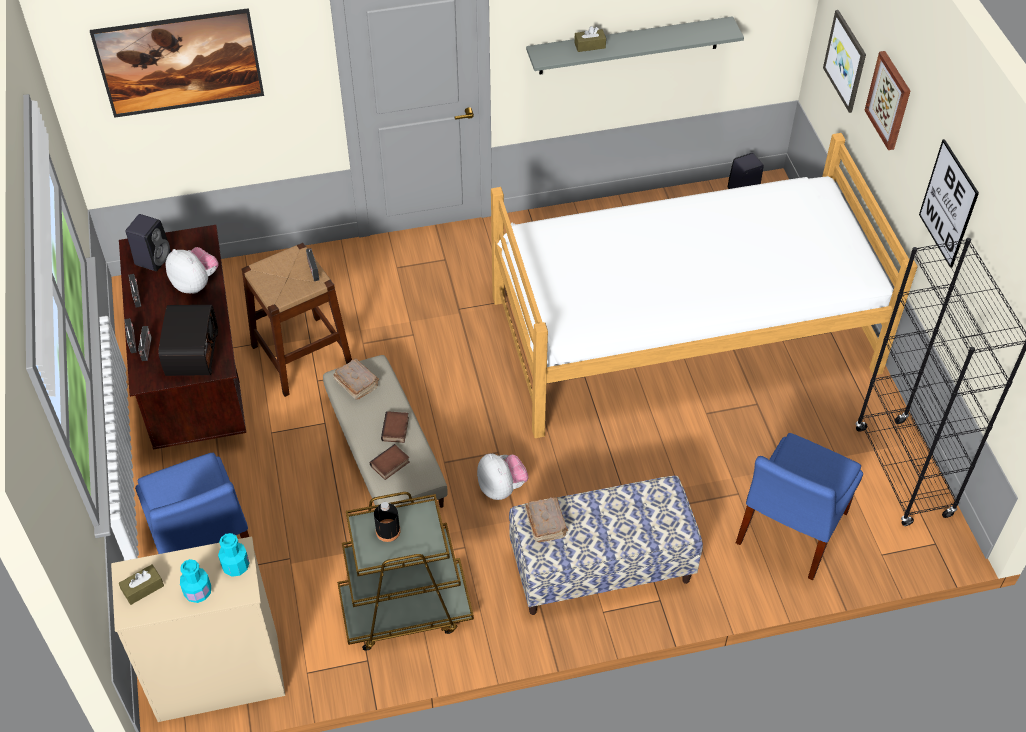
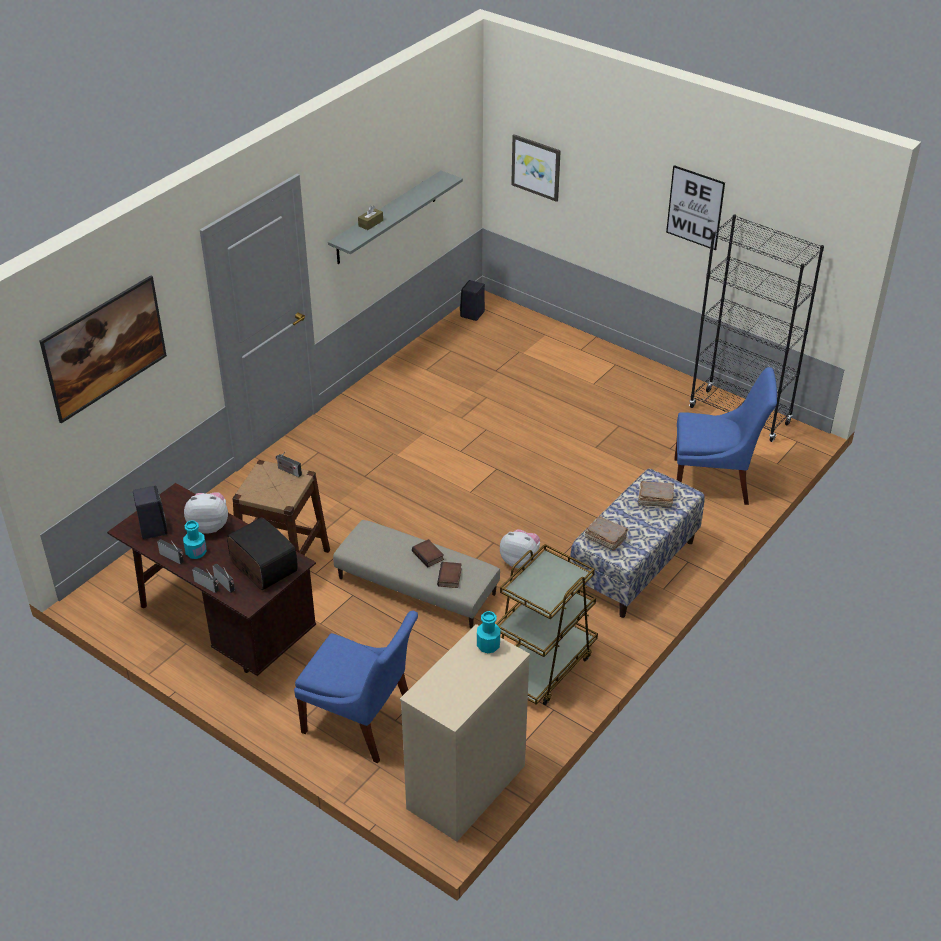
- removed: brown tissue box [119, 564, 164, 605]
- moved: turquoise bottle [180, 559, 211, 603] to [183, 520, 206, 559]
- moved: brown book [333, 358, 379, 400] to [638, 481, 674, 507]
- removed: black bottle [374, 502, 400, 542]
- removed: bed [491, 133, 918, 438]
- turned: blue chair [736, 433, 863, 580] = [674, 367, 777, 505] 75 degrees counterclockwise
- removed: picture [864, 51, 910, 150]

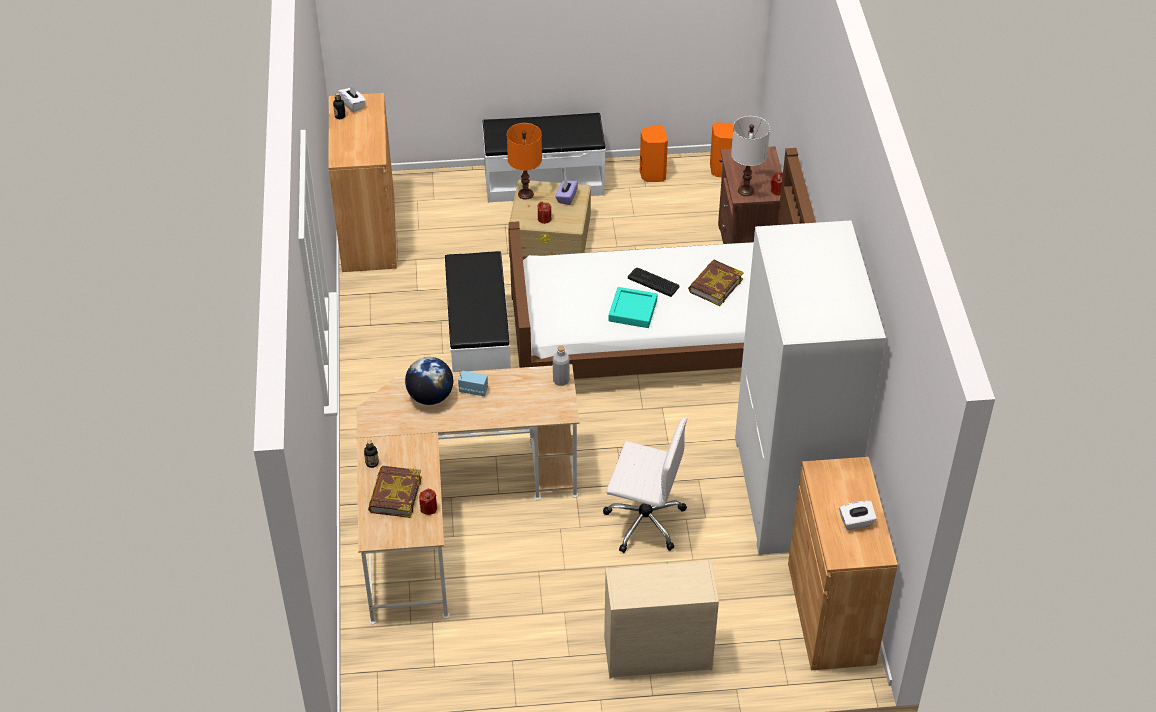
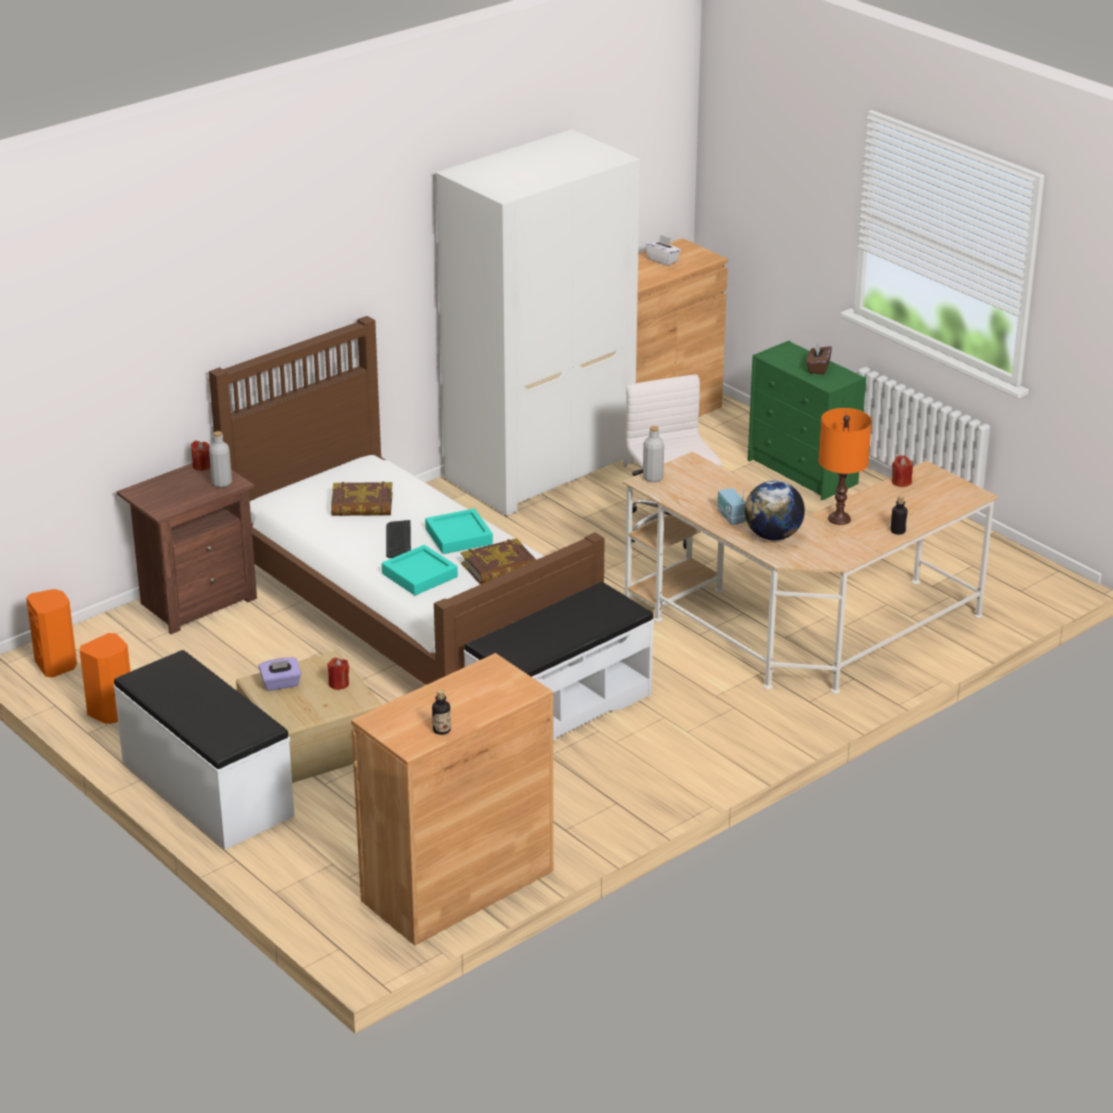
- removed: white tissue box [338, 86, 366, 112]
- moved: book [368, 466, 422, 518] to [461, 538, 536, 584]
- moved: orange table lamp [507, 123, 542, 200] to [819, 408, 872, 525]
- recoloured: beige dresser [604, 560, 719, 678] to green dresser [748, 341, 866, 500]
- replaced: white table lamp [731, 116, 770, 196] to grey bottle [209, 431, 232, 488]
- added: turquoise tray [382, 545, 458, 595]
- added: brown tissue box [806, 343, 832, 375]

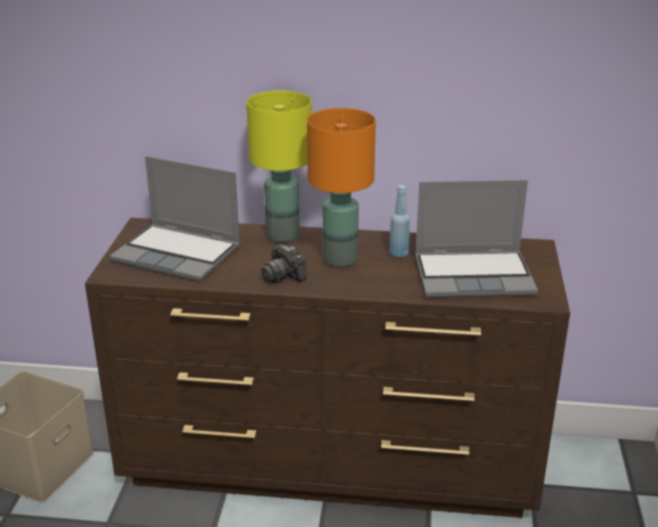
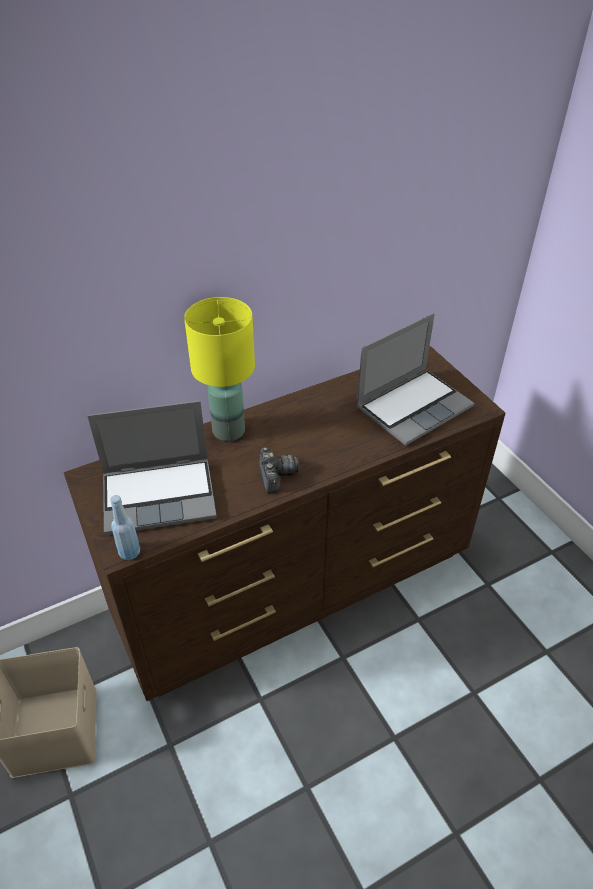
- turned: photo camera [261, 244, 307, 283] = [259, 447, 299, 493] 120 degrees counterclockwise
- removed: orange table lamp [307, 108, 376, 267]
- moved: blue bottle [389, 185, 410, 258] to [110, 495, 140, 560]

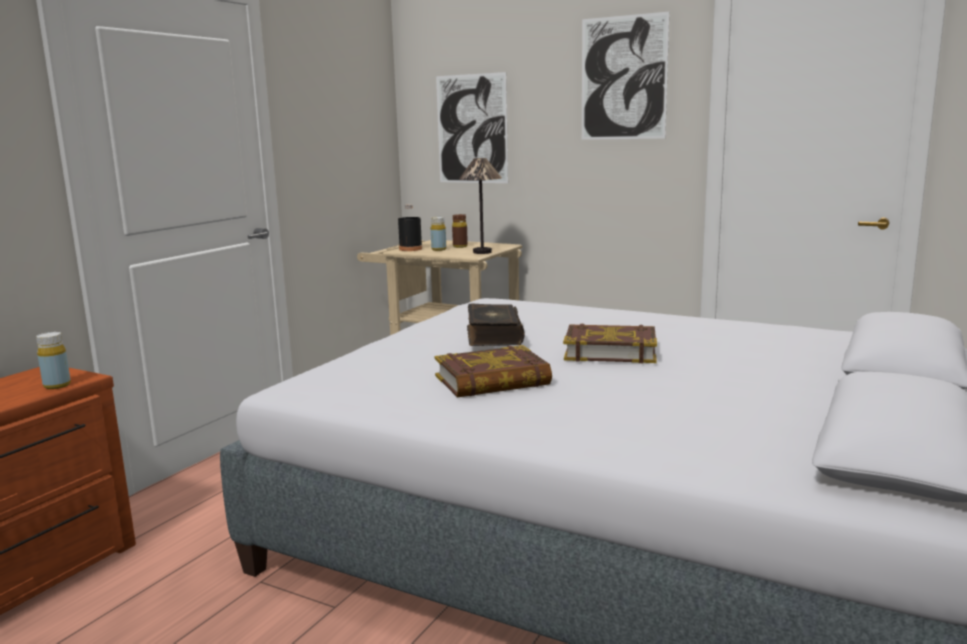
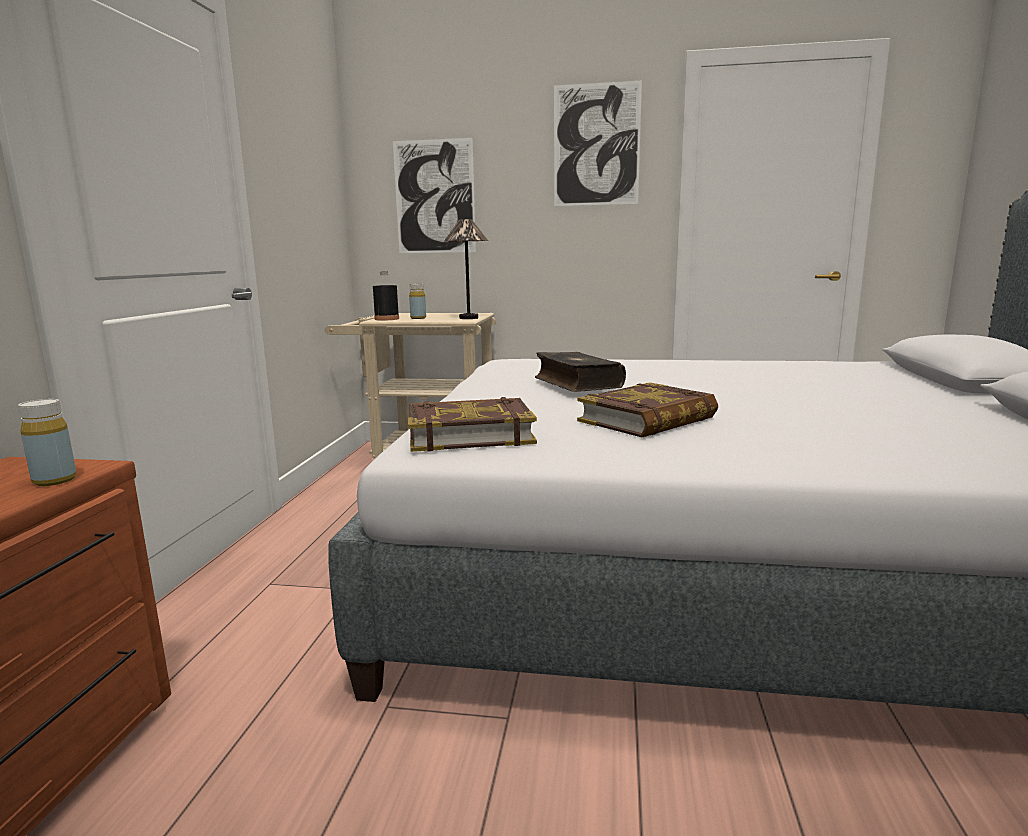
- removed: brown bottle [452, 214, 468, 248]
- moved: book [563, 324, 657, 363] to [408, 397, 537, 452]

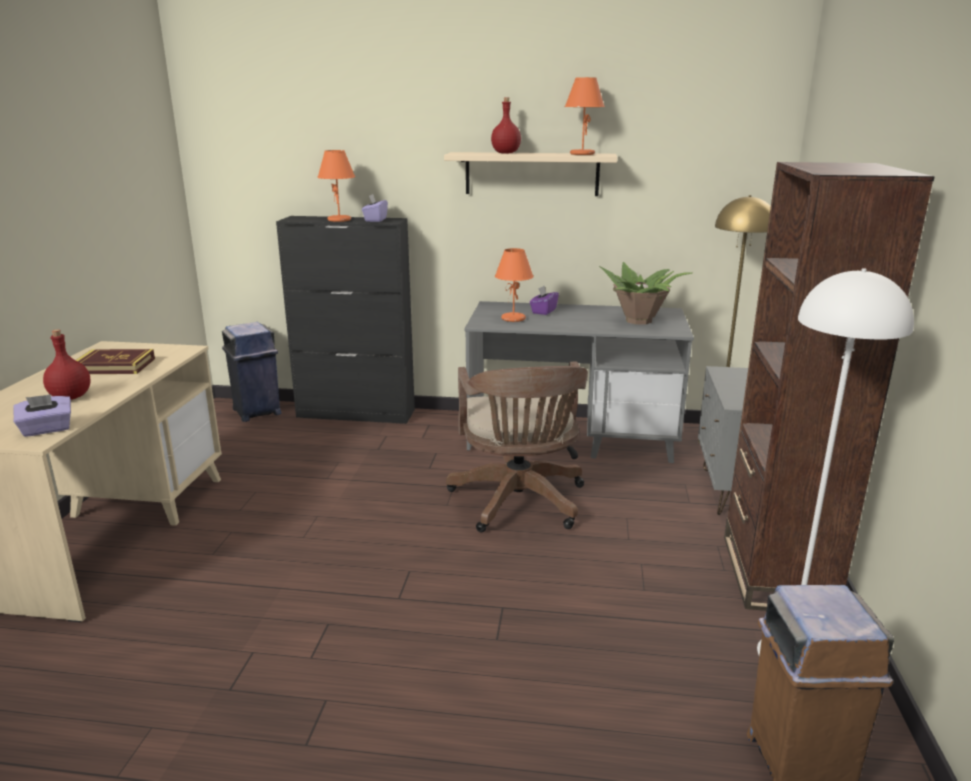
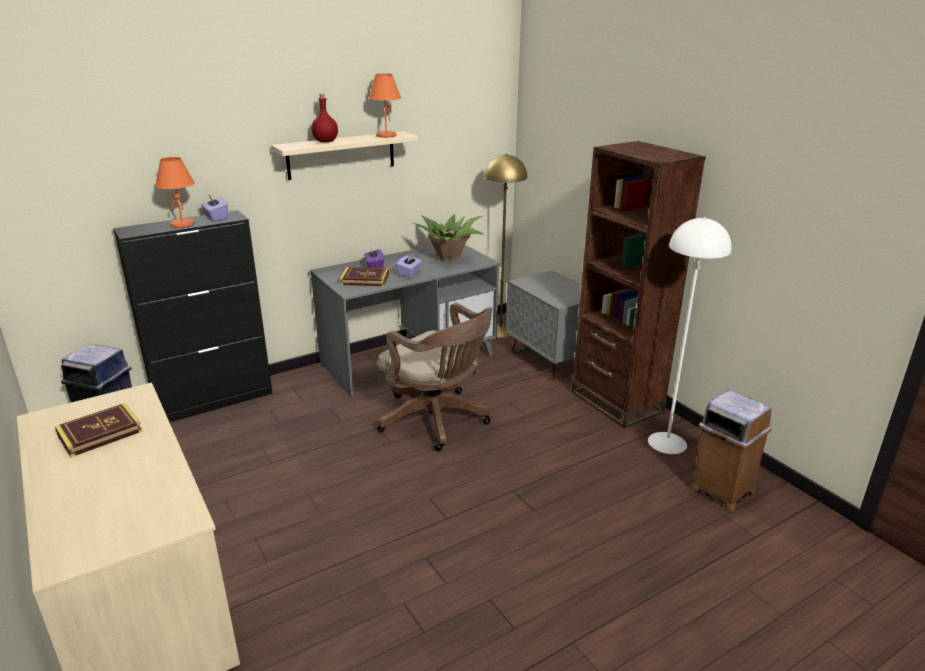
- moved: purple tissue box [14, 394, 71, 437] to [396, 254, 422, 278]
- removed: red bottle [43, 329, 91, 400]
- replaced: orange table lamp [495, 248, 534, 322] to book [340, 267, 389, 286]

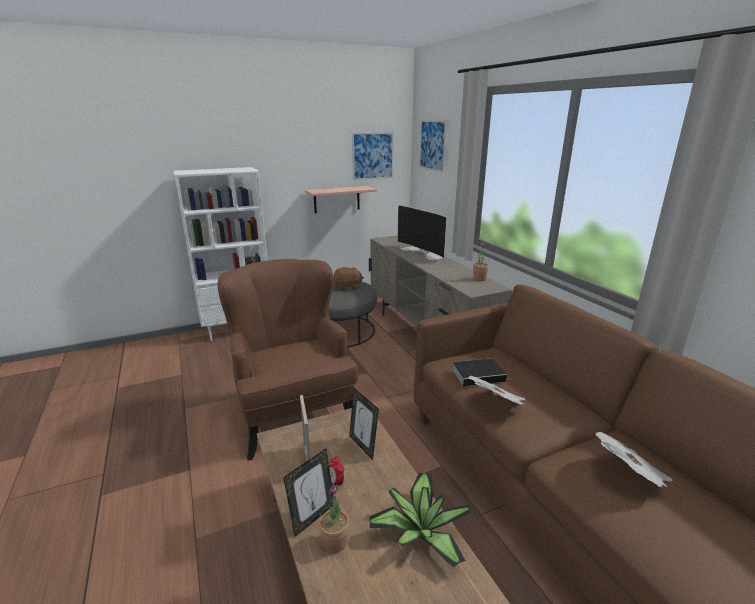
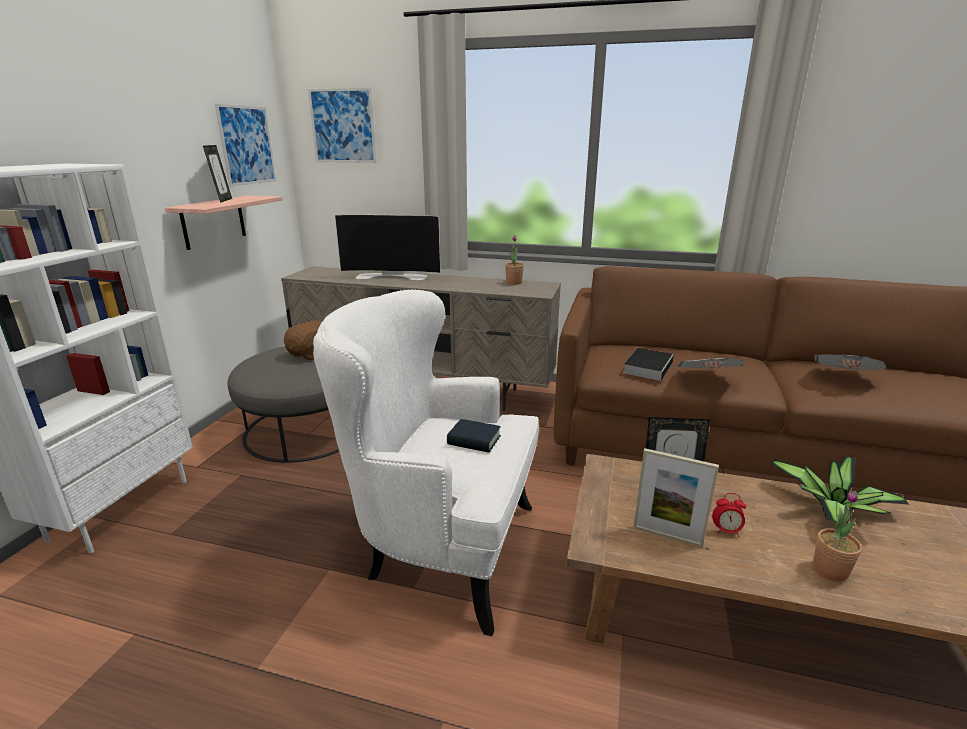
- recoloured: brown armchair [217, 259, 358, 461] to white armchair [313, 289, 539, 636]
- moved: picture frame [283, 449, 333, 537] to [203, 145, 232, 203]
- added: book [447, 419, 501, 453]

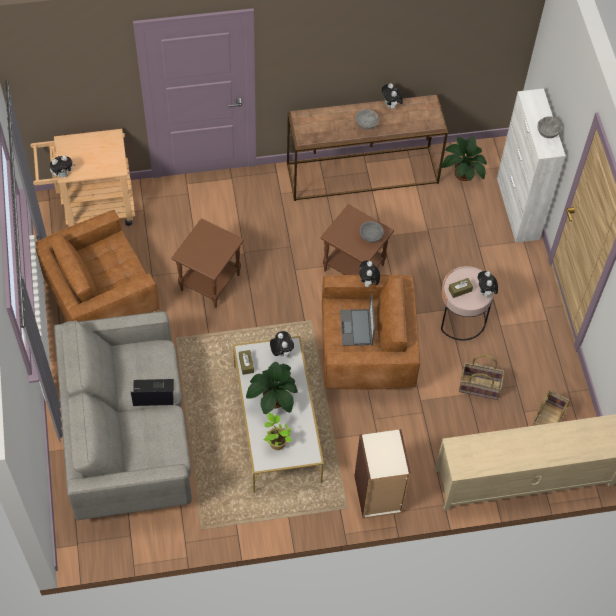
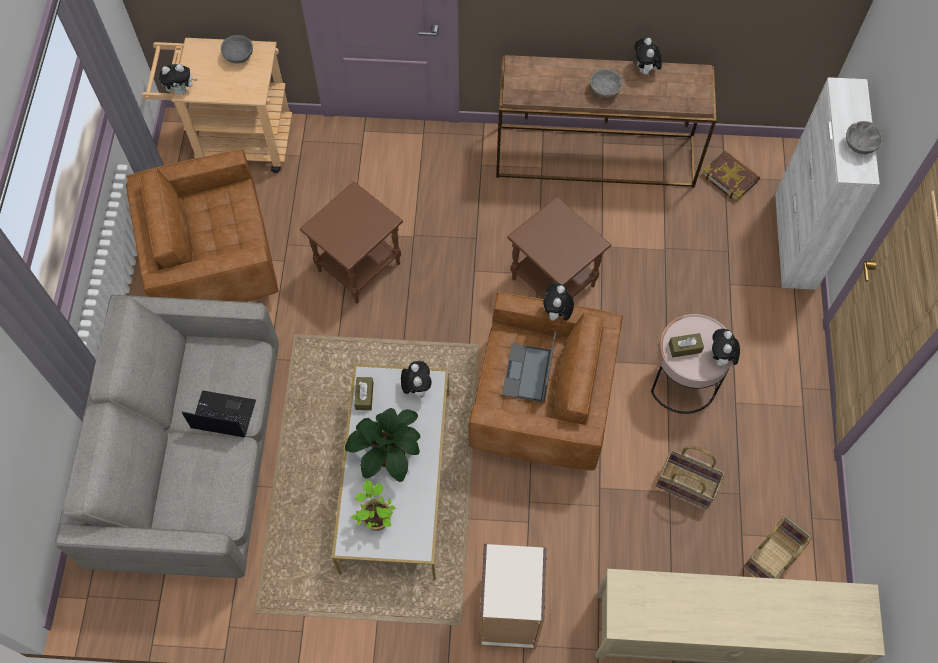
- moved: grey bowl [360, 221, 383, 243] to [221, 35, 253, 64]
- replaced: potted plant [442, 137, 487, 181] to book [702, 151, 760, 202]

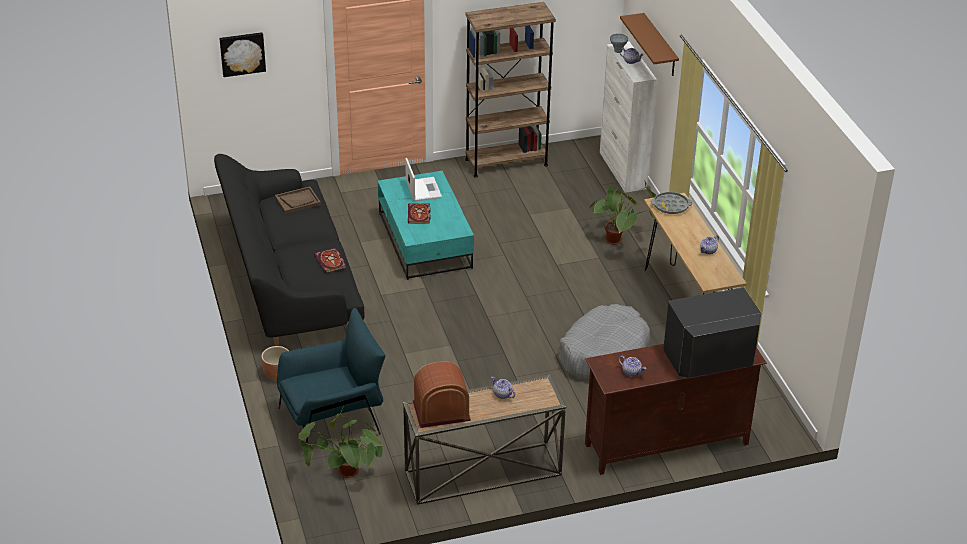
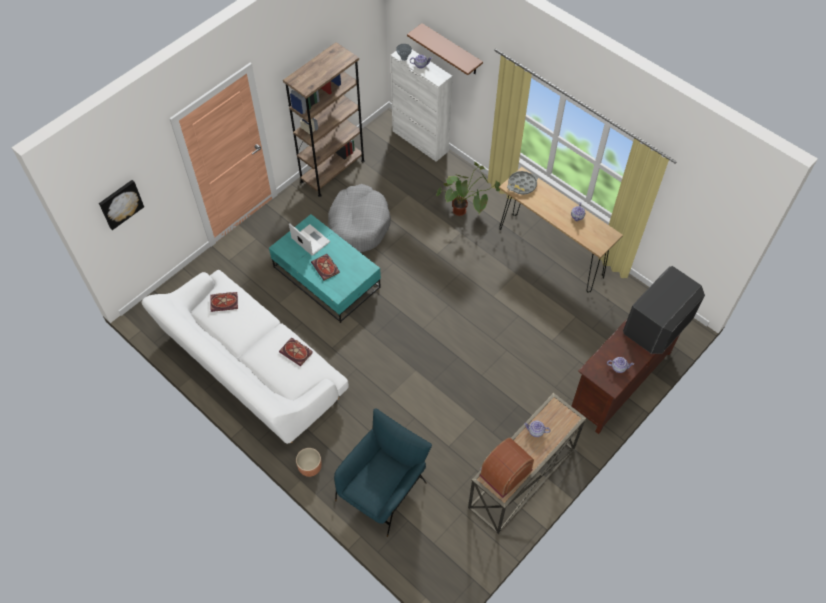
- recoloured: black sofa [214, 154, 365, 346] to white sofa [141, 270, 349, 444]
- replaced: brown tray [275, 186, 321, 214] to book [210, 292, 238, 312]
- removed: potted plant [298, 406, 383, 478]
- moved: grey dog bed [558, 304, 650, 379] to [328, 184, 391, 253]

